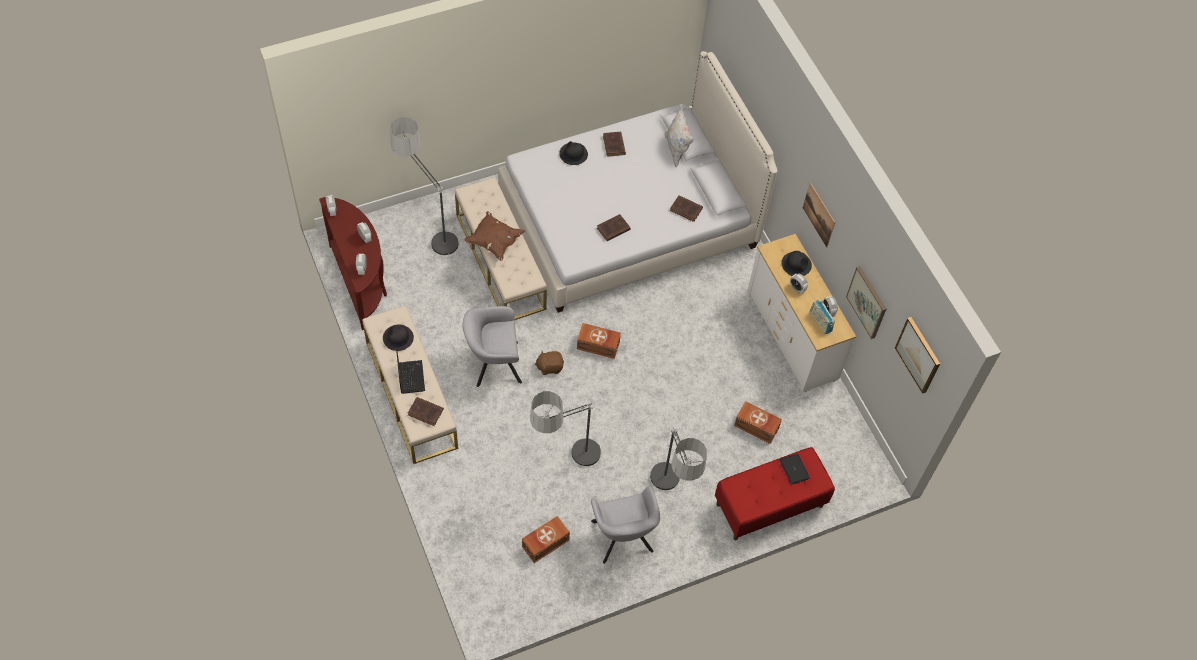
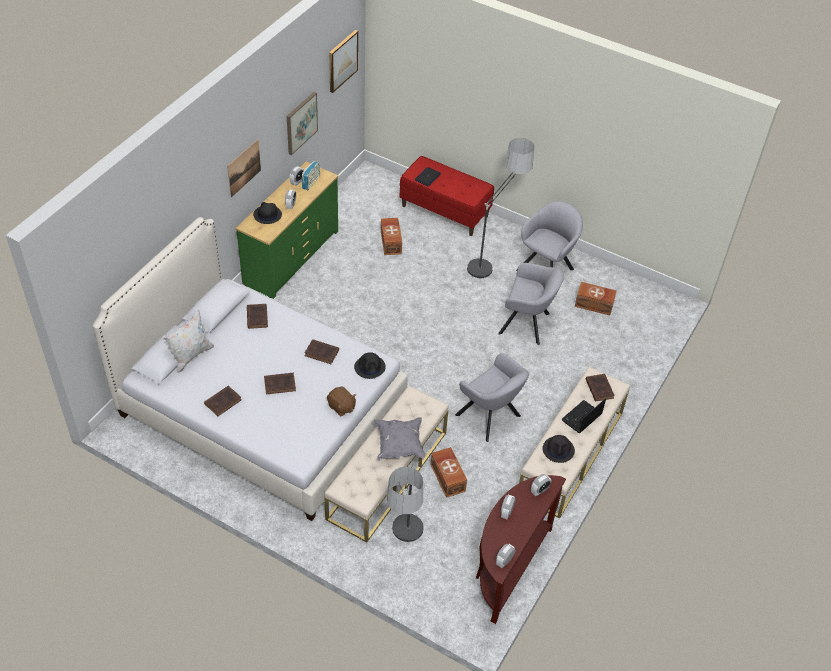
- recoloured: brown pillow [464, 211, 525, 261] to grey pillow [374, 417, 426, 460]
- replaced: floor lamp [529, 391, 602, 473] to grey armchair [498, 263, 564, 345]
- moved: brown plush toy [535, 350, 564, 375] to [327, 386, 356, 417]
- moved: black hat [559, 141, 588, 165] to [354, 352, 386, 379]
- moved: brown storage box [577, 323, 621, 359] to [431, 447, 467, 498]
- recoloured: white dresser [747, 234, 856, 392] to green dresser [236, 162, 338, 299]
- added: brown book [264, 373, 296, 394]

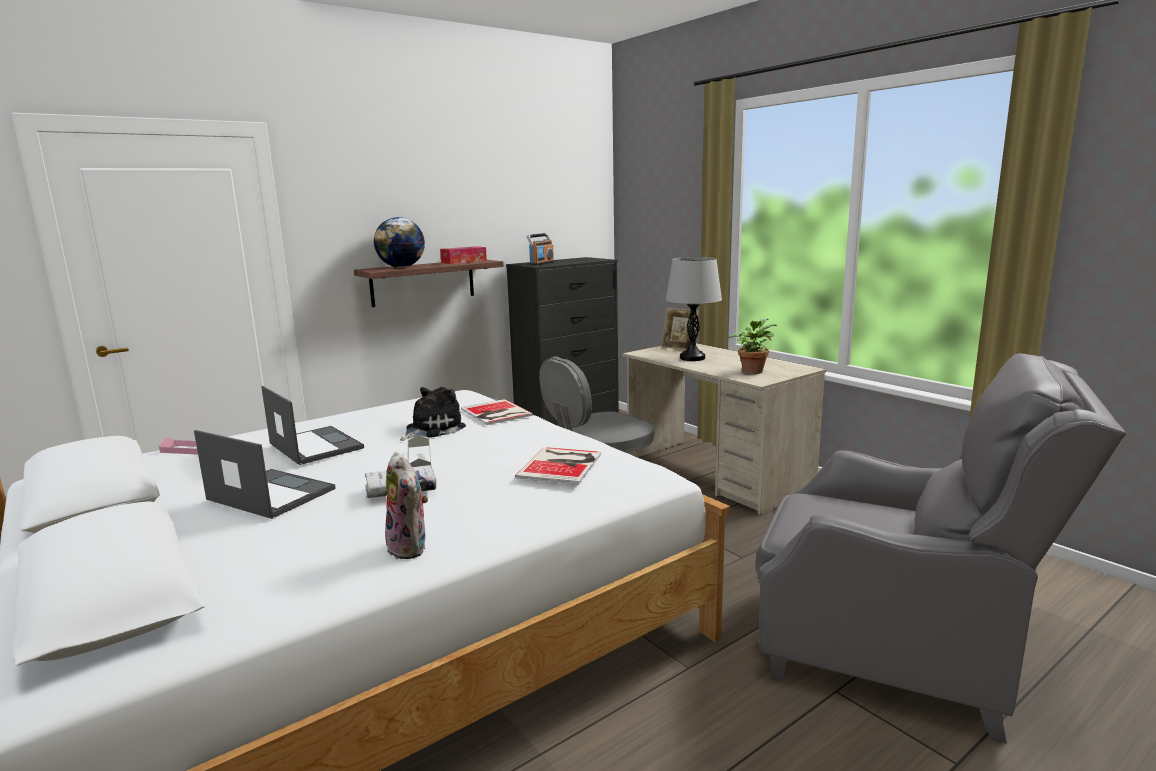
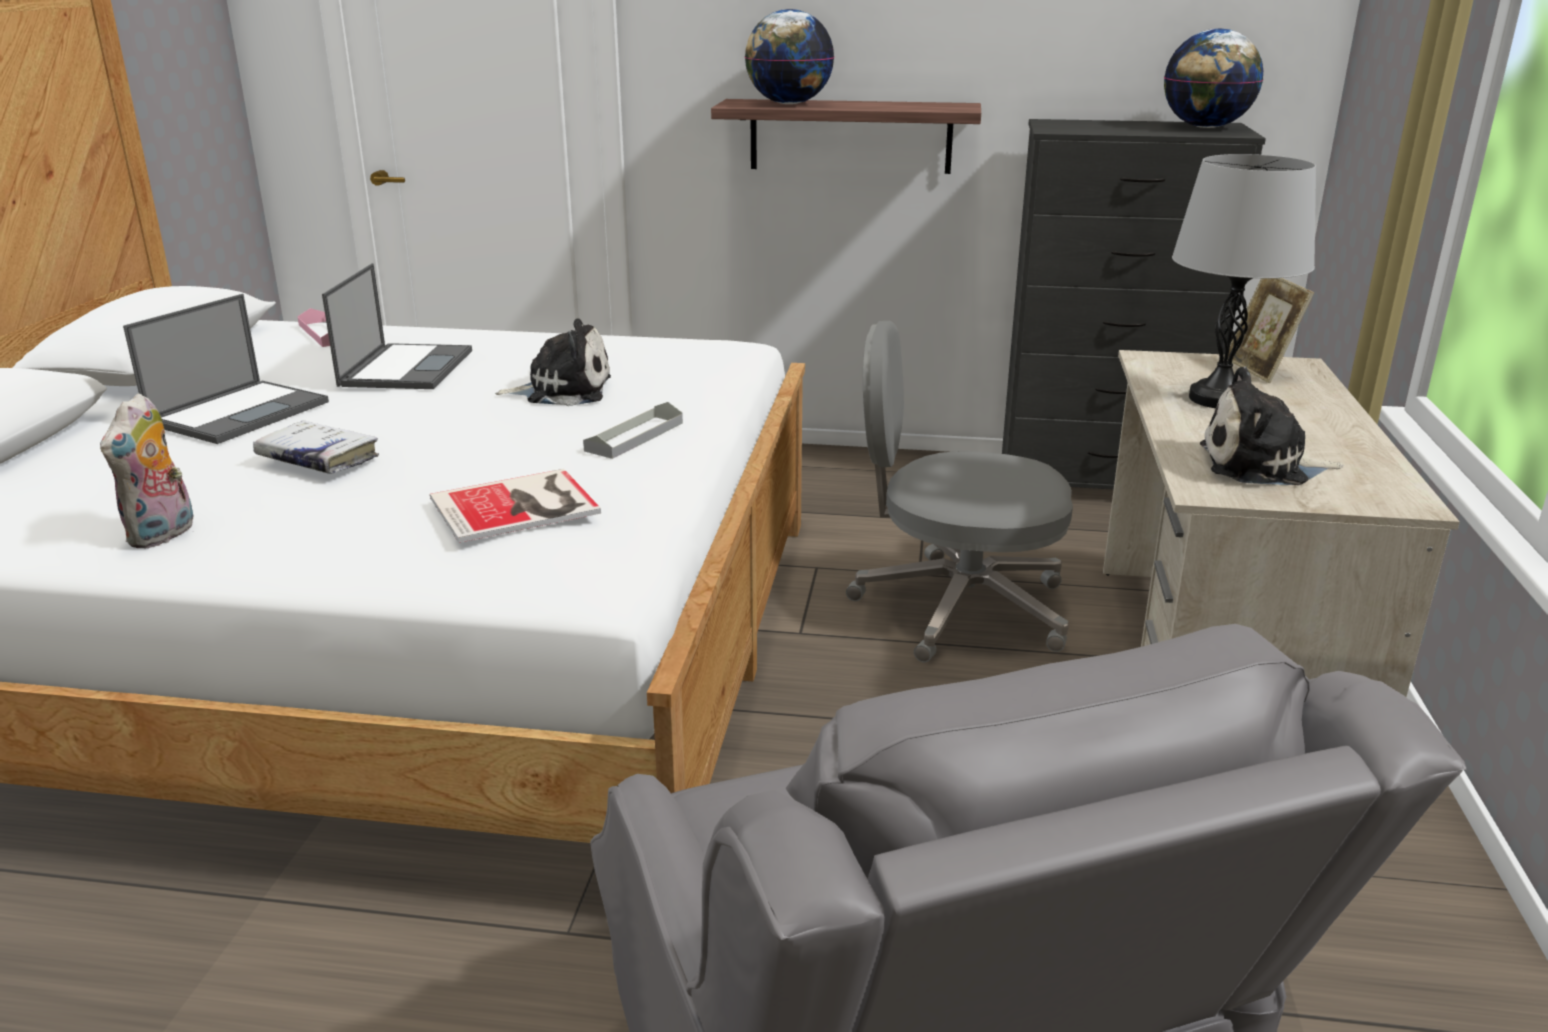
- turned: laptop [194, 430, 336, 519] = [123, 294, 329, 444] 45 degrees clockwise
- moved: grey tray [407, 435, 431, 467] to [583, 402, 683, 459]
- removed: tissue box [440, 246, 487, 264]
- removed: book [461, 399, 533, 425]
- removed: radio [527, 233, 554, 265]
- replaced: potted plant [728, 318, 777, 374] to plush toy [1200, 367, 1343, 485]
- added: globe [1164, 28, 1263, 128]

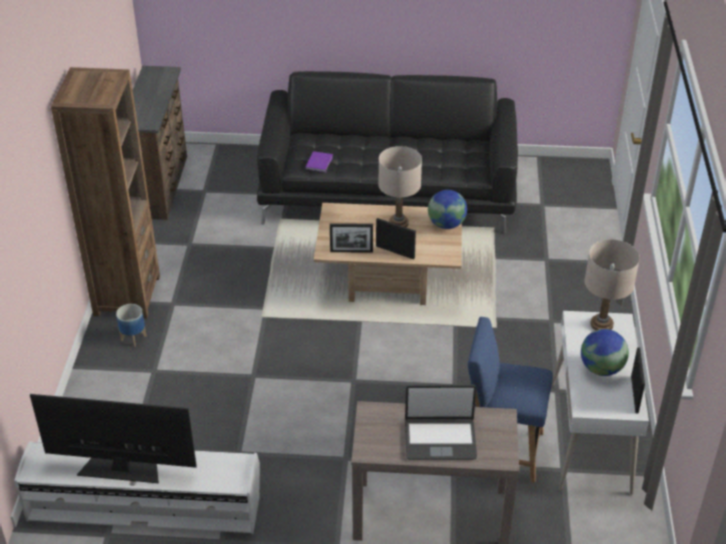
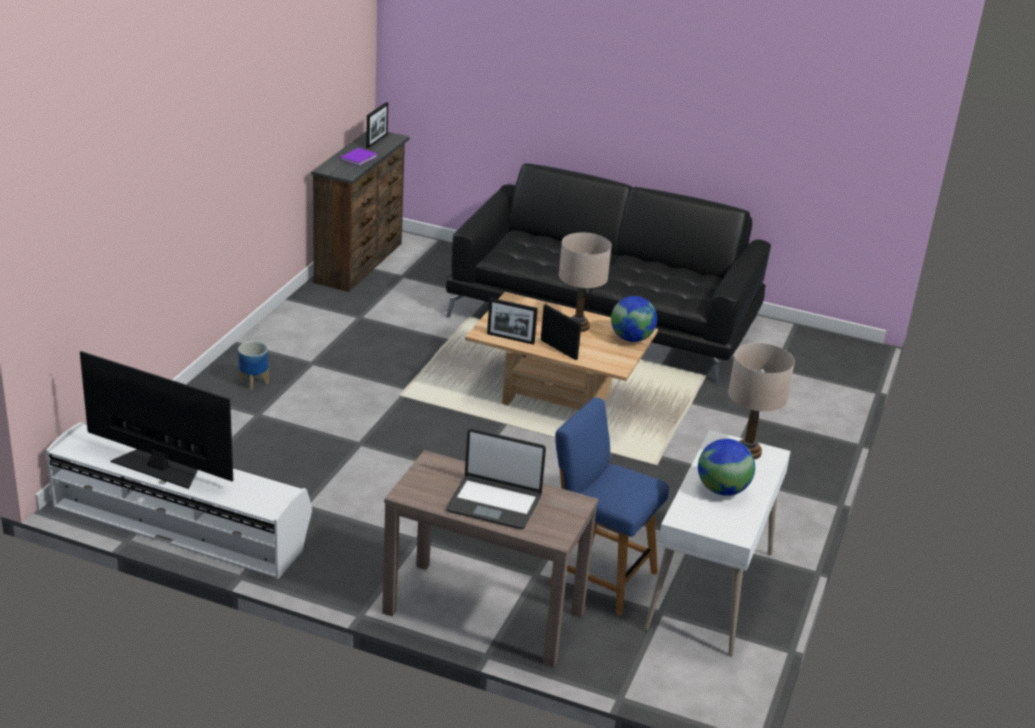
- removed: brown bookcase [51, 67, 160, 319]
- moved: purple book [306, 151, 333, 173] to [340, 148, 377, 166]
- moved: picture frame [631, 347, 645, 414] to [366, 102, 388, 148]

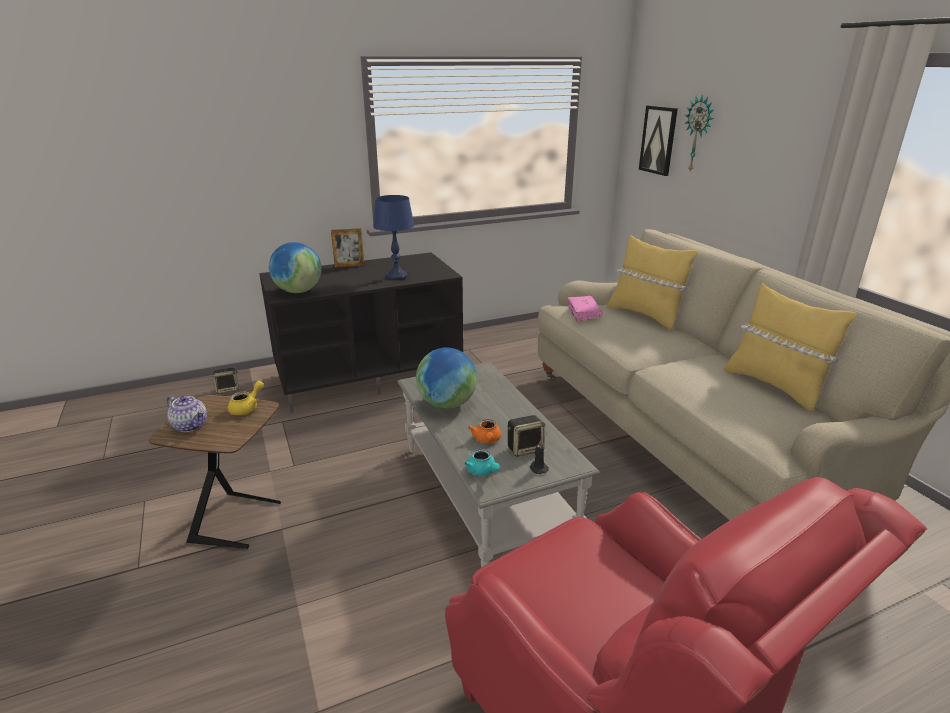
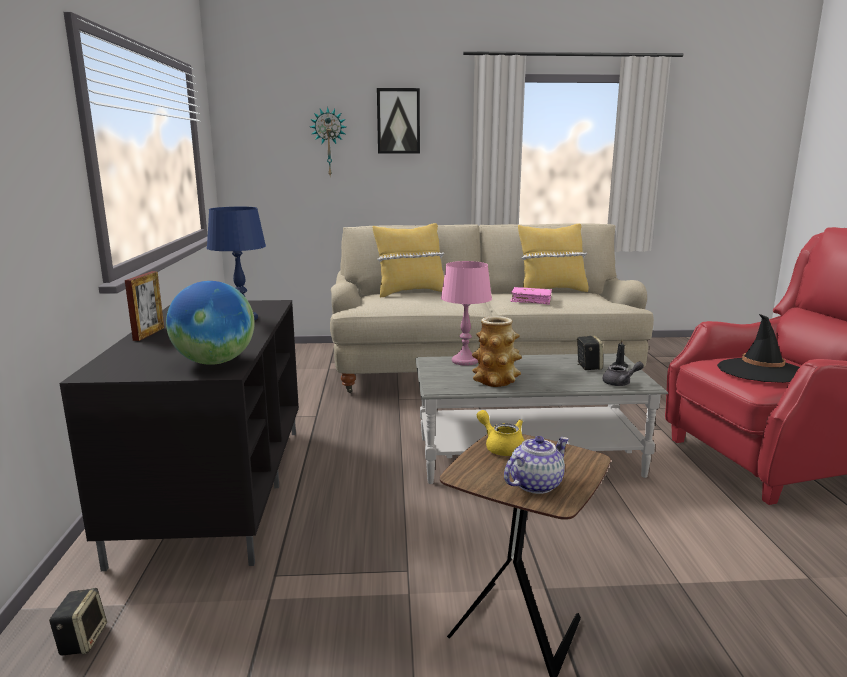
- replaced: globe [416, 347, 477, 409] to vase [472, 316, 522, 387]
- recoloured: turquoise teapot [464, 449, 500, 476] to grey teapot [602, 361, 644, 386]
- removed: orange teapot [468, 419, 501, 443]
- moved: pink book [567, 296, 603, 321] to [510, 287, 552, 305]
- moved: picture [639, 106, 678, 176] to [377, 88, 420, 154]
- added: pink table lamp [441, 261, 492, 366]
- added: black hat [717, 314, 800, 383]

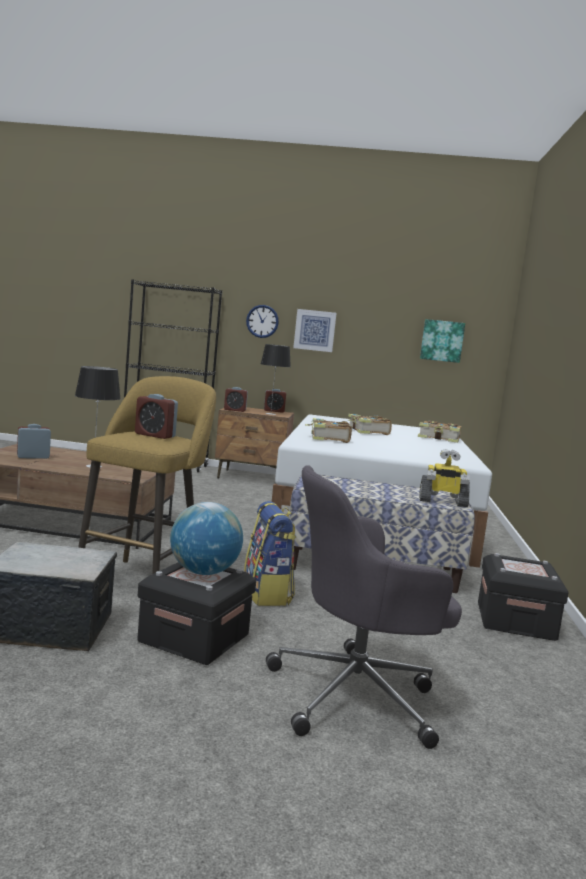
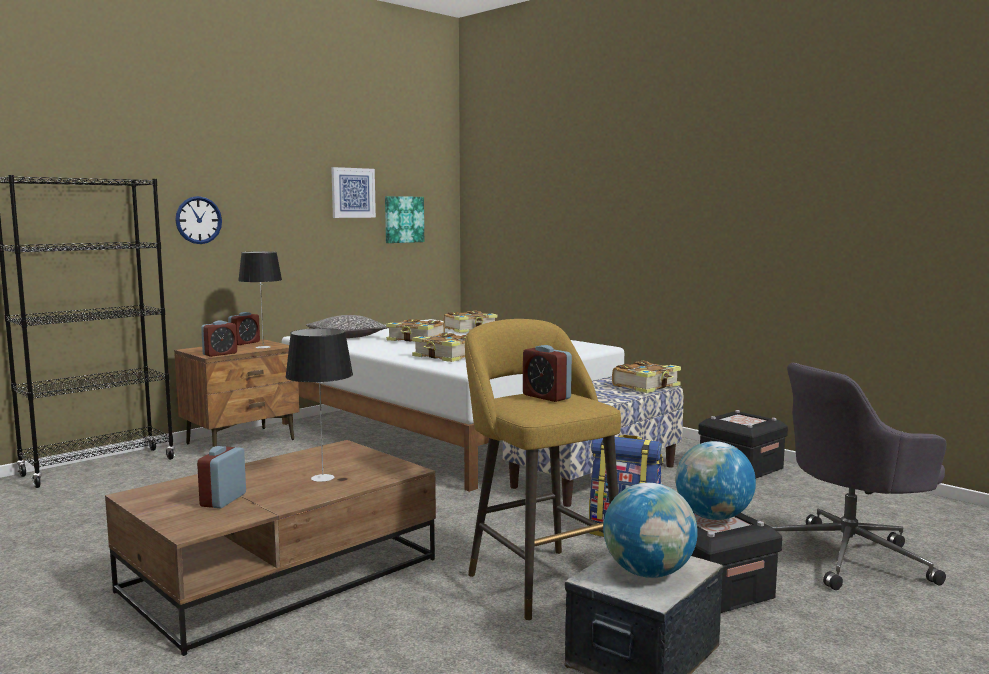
- turned: alarm clock [135, 394, 178, 439] = [523, 345, 572, 402] 75 degrees clockwise
- turned: grey office chair [266, 466, 462, 749] = [772, 363, 947, 590] 45 degrees clockwise
- moved: picture [293, 309, 337, 352] to [331, 167, 376, 218]
- replaced: toy robot [419, 449, 470, 507] to book [612, 361, 681, 393]
- added: pillow [306, 315, 389, 338]
- added: globe [603, 483, 698, 578]

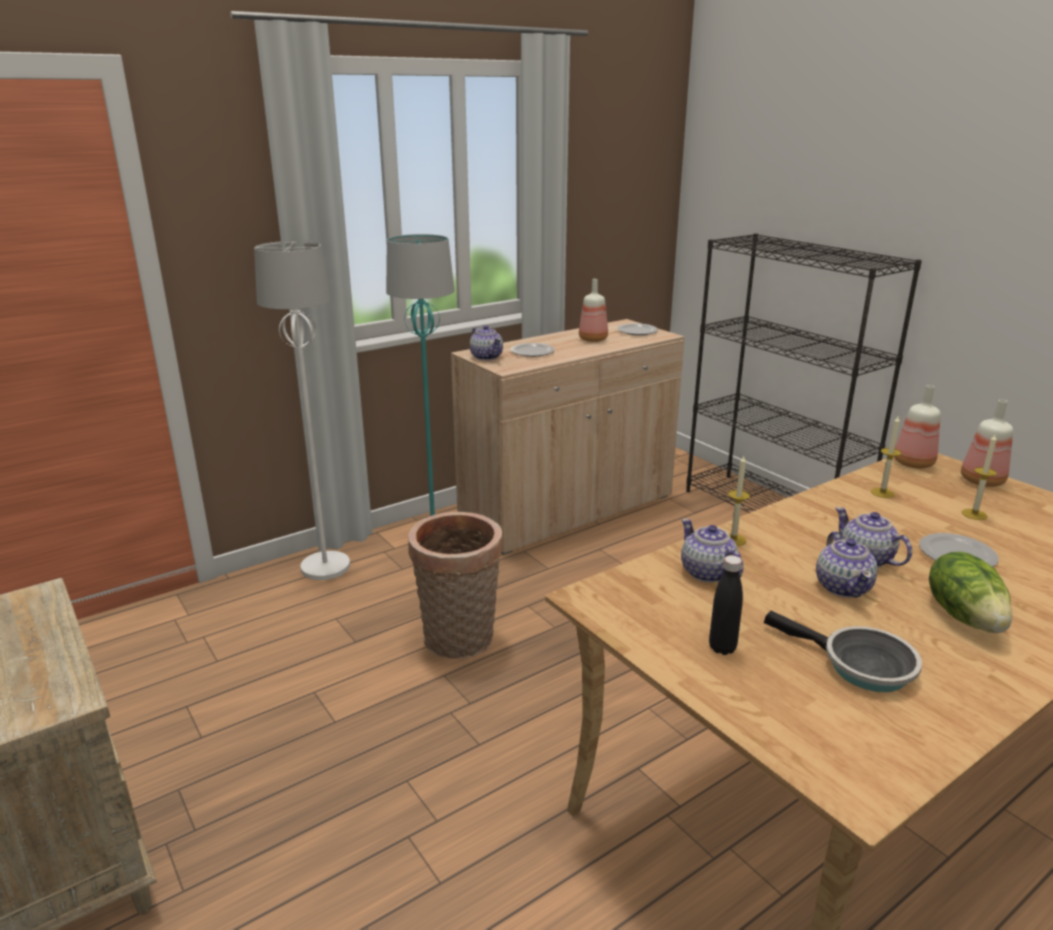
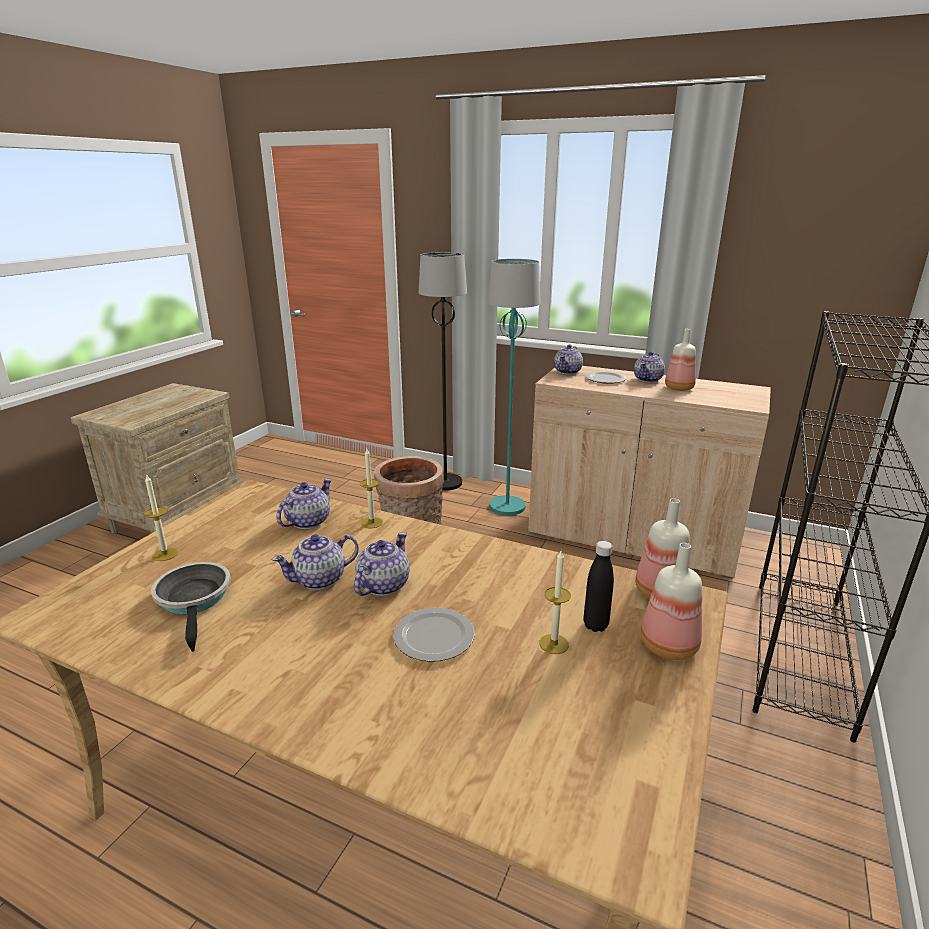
- recoloured: white floor lamp [254, 241, 350, 580] to black floor lamp [419, 252, 467, 491]
- removed: plate [617, 323, 658, 335]
- moved: black bottle [709, 555, 743, 655] to [584, 541, 614, 632]
- turned: frying pan [764, 611, 922, 692] = [151, 562, 231, 652] 150 degrees clockwise
- moved: candle [871, 415, 901, 498] to [144, 475, 178, 561]
- removed: lettuce [929, 551, 1012, 633]
- added: teapot [634, 351, 665, 383]

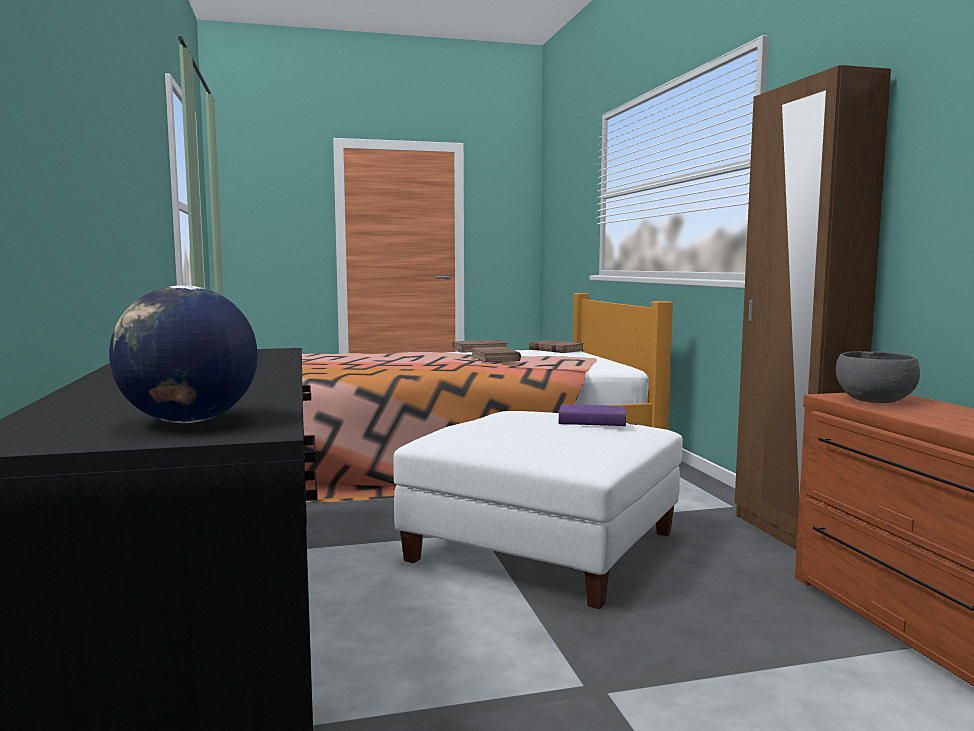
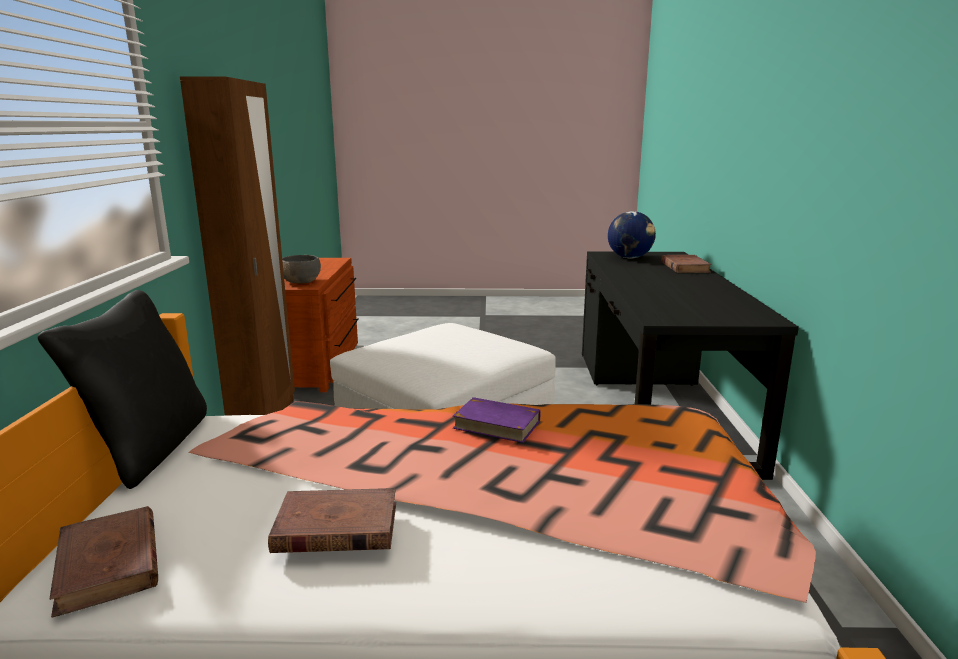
- moved: brown book [470, 347, 521, 362] to [661, 255, 712, 273]
- moved: purple book [559, 404, 638, 426] to [453, 397, 540, 443]
- added: black pillow [38, 290, 207, 489]

